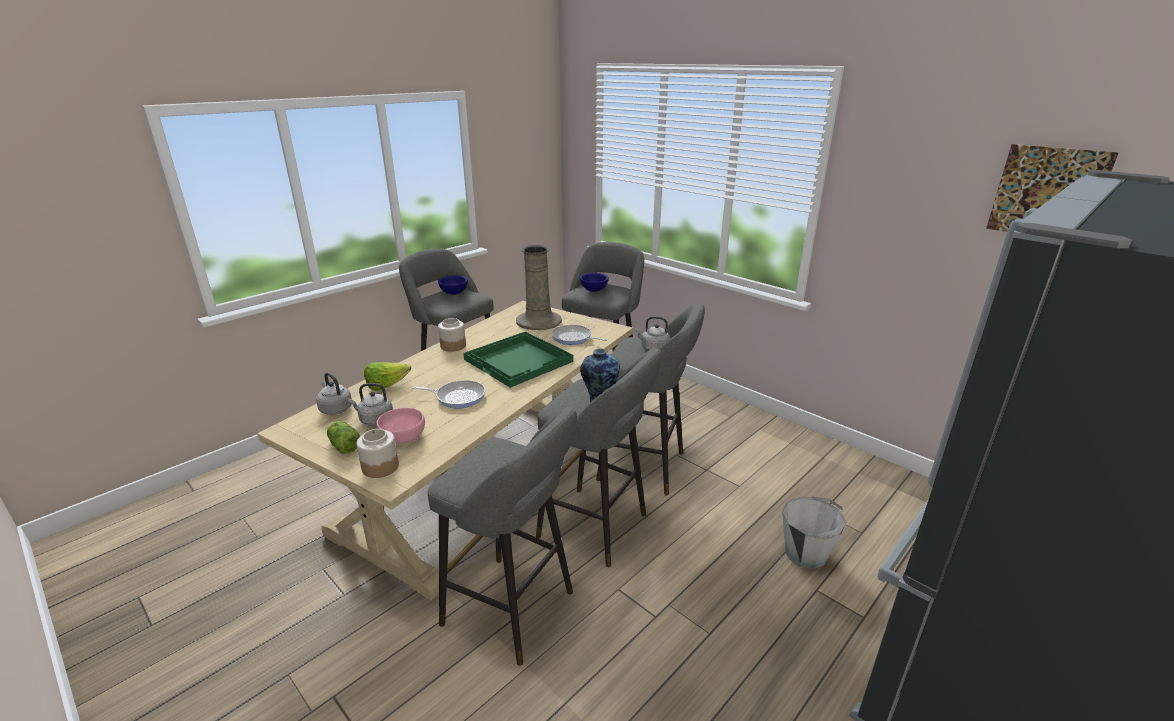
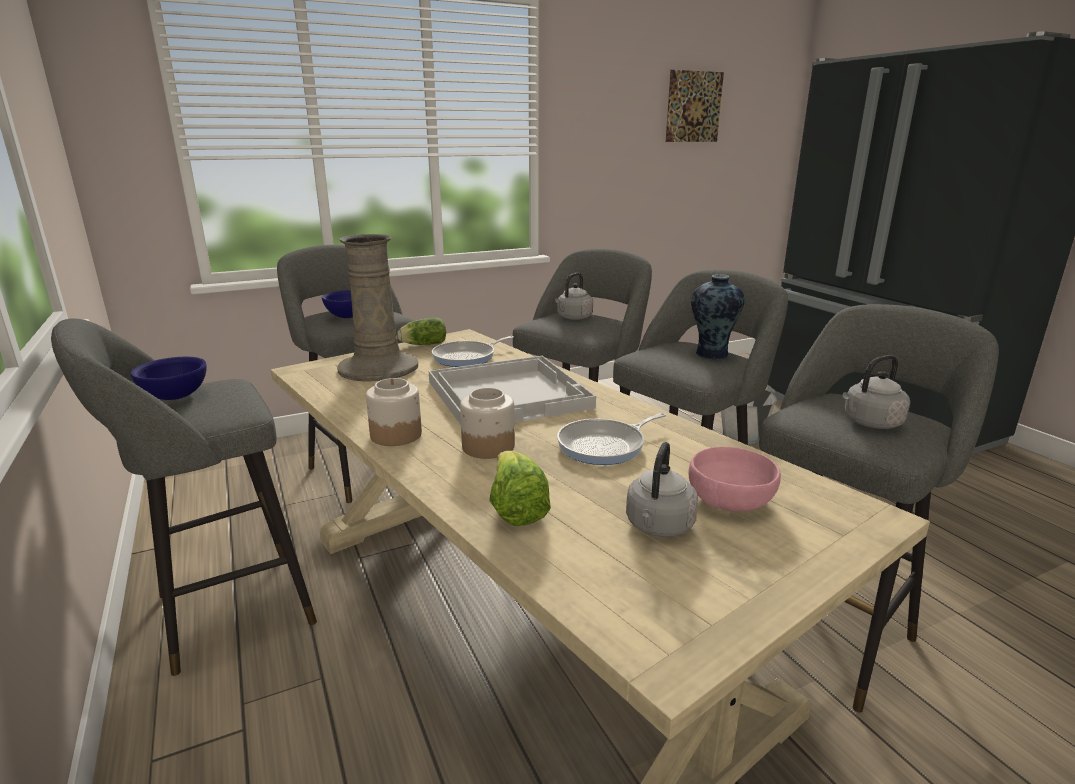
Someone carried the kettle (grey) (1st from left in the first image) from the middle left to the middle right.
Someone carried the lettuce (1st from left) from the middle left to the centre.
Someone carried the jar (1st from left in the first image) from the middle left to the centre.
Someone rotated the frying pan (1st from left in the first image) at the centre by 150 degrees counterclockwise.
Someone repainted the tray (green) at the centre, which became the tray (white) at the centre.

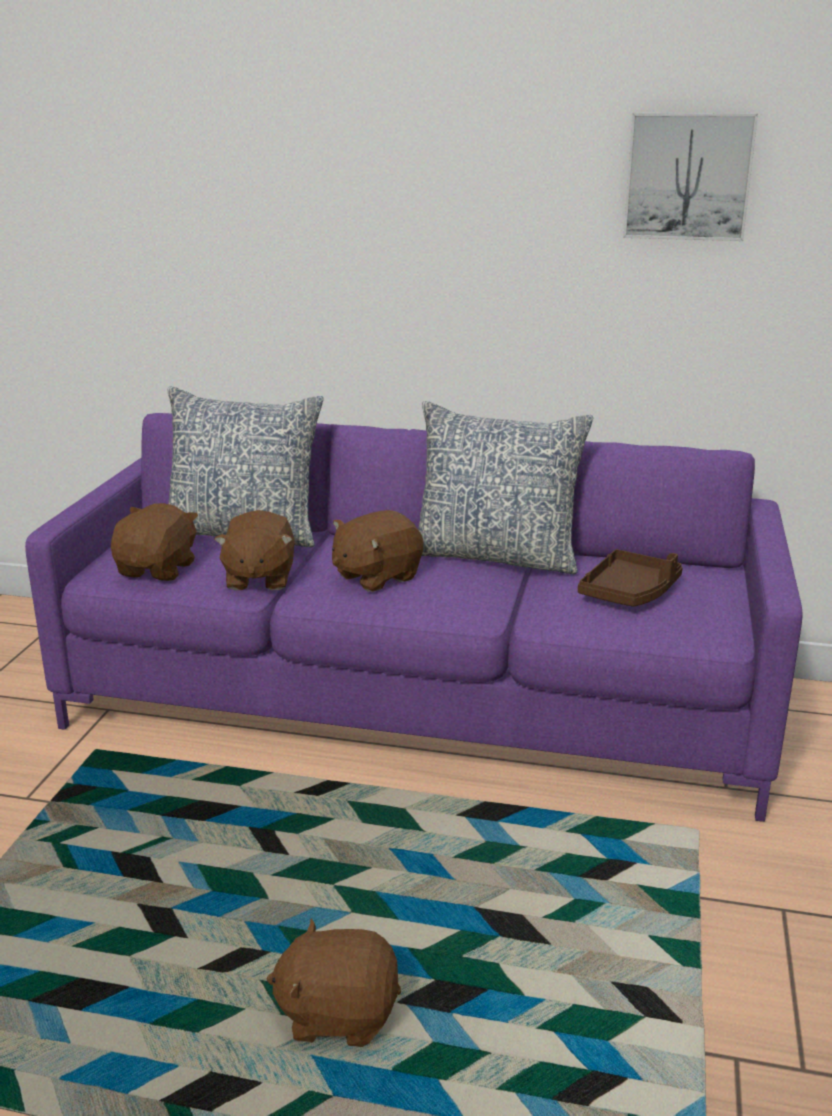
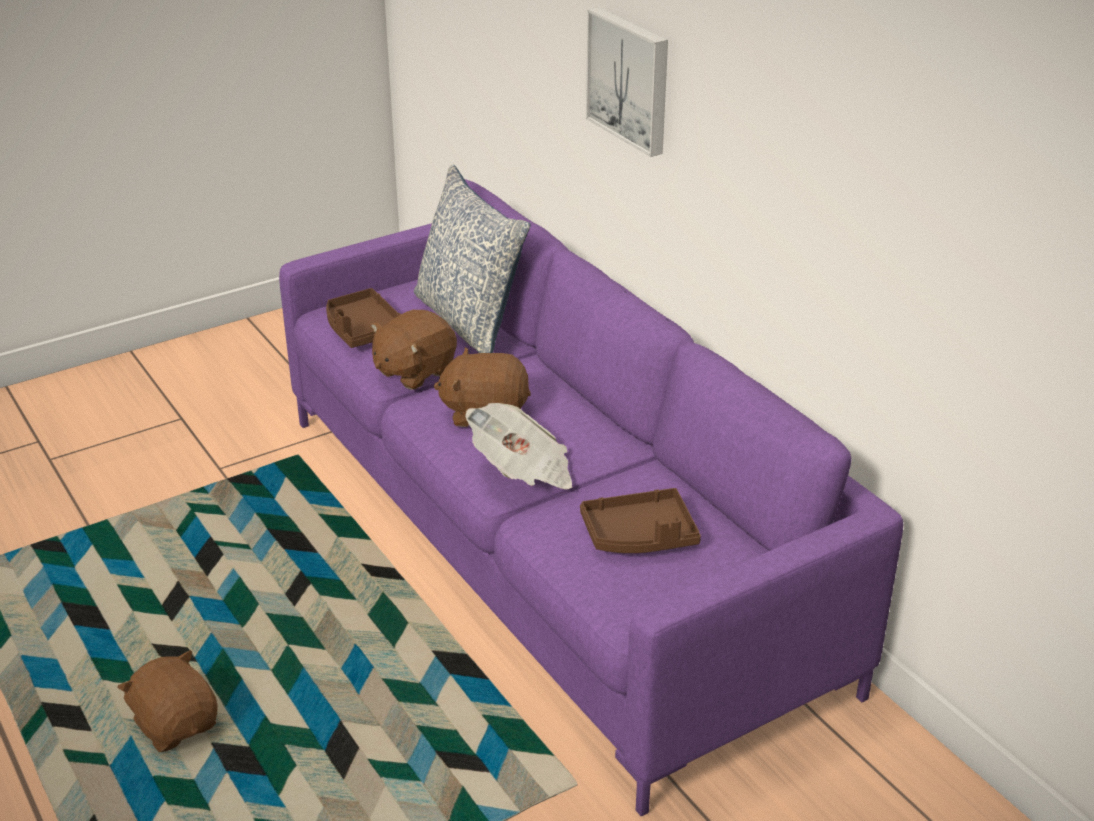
Someone swapped the plush toy (brown) (1st from left) at the middle left for the tray (brown) (1st from left) at the middle left.
Someone took away the pillow (2nd from left) at the centre.
Someone carried the picture from the top right to the top centre.
Someone put down the newspaper at the centre.

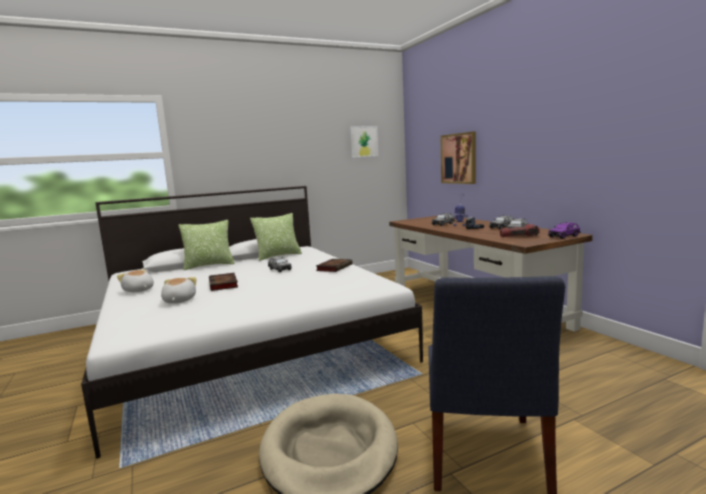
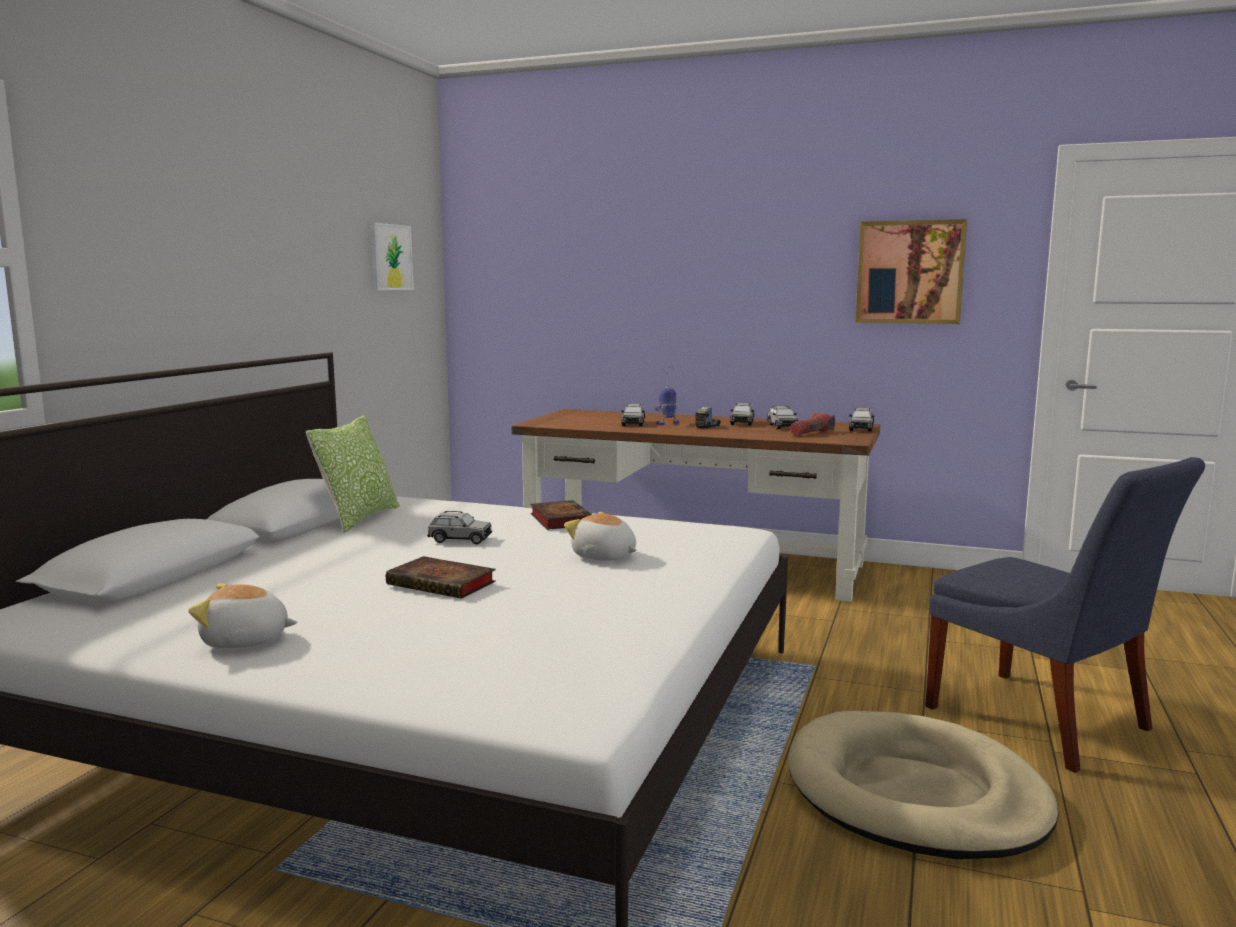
Someone carried the plush toy (2nd from left) from the middle left to the centre.
Someone took away the pillow (1st from left) at the middle left.
Someone carried the picture (2nd from left) from the top centre to the top right.
Someone repainted the toy car (purple) at the middle right, which became the toy car (grey) (5th from left) at the middle right.

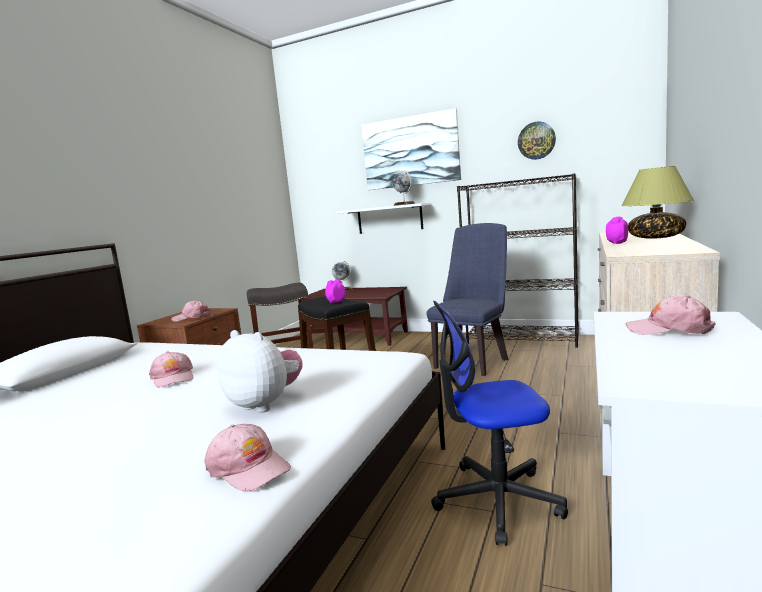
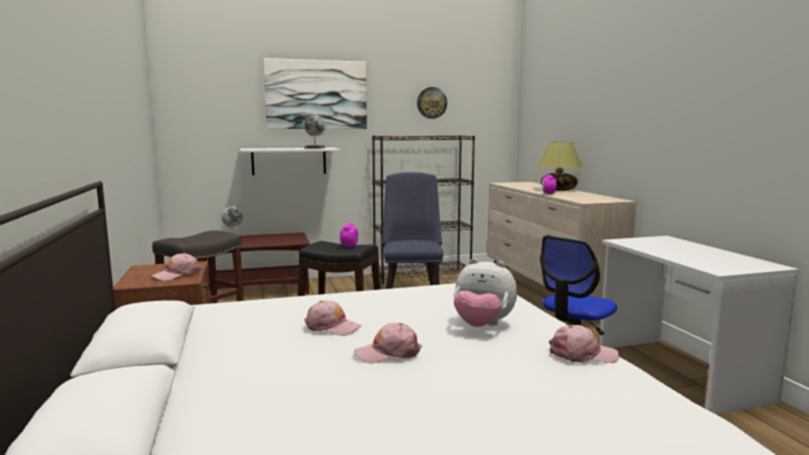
Someone rotated the plush toy at the centre by 150 degrees counterclockwise.
Someone carried the cap (pink) (4th from left in the first image) from the middle right to the bottom centre.

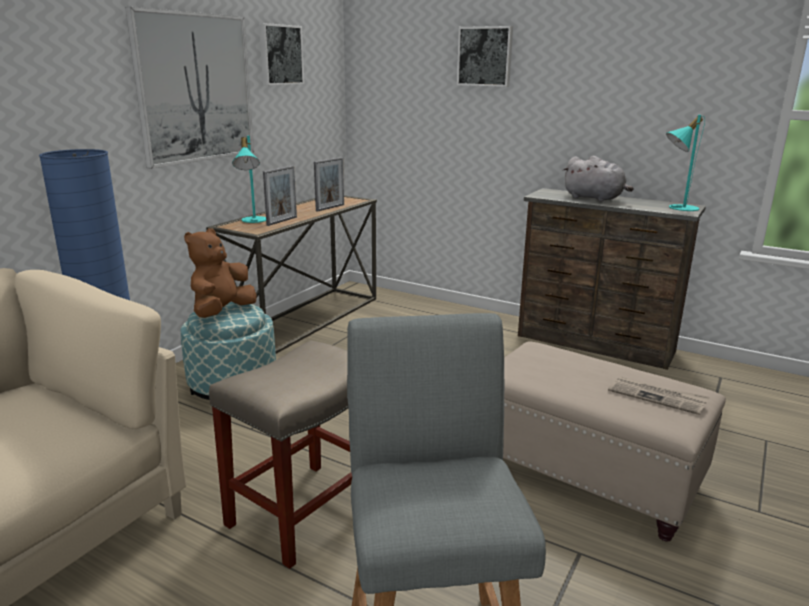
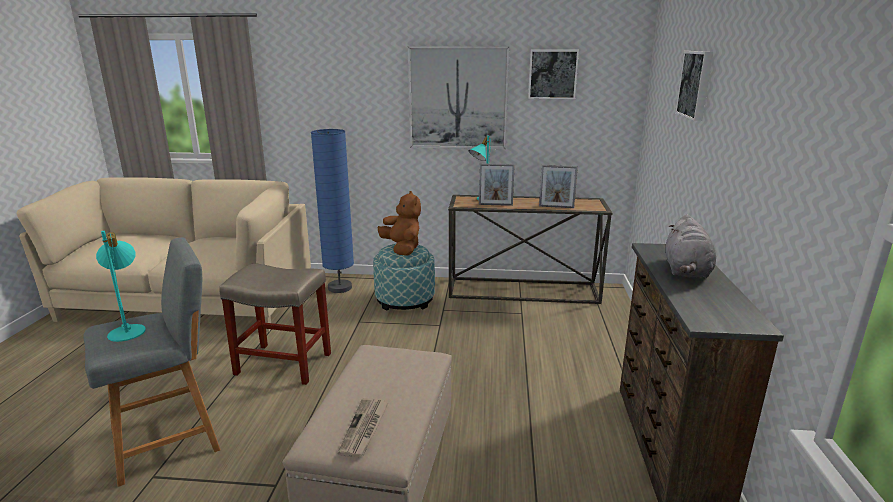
Someone rotated the plush toy (brown) at the middle left by 60 degrees clockwise.
Someone carried the table lamp (turquoise) (2nd from left in the first image) from the top right to the middle left.

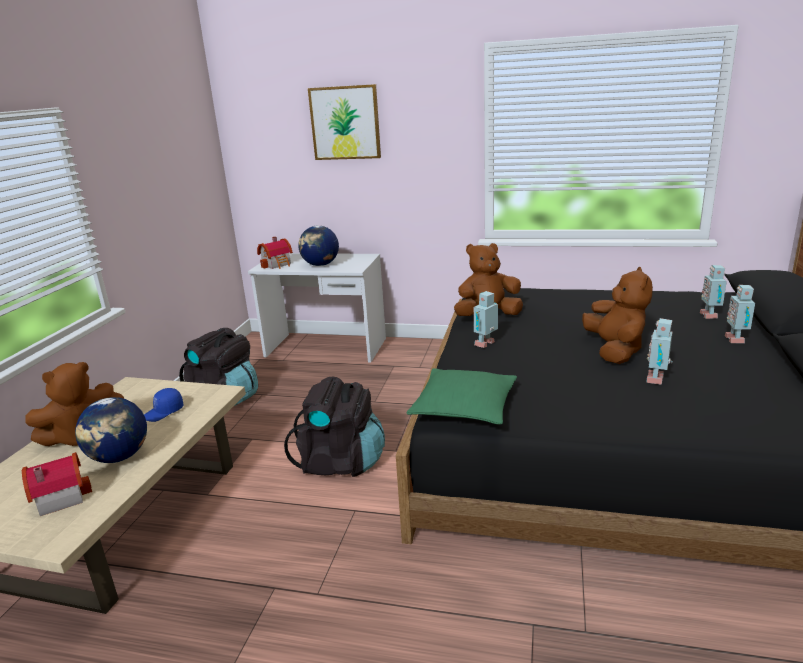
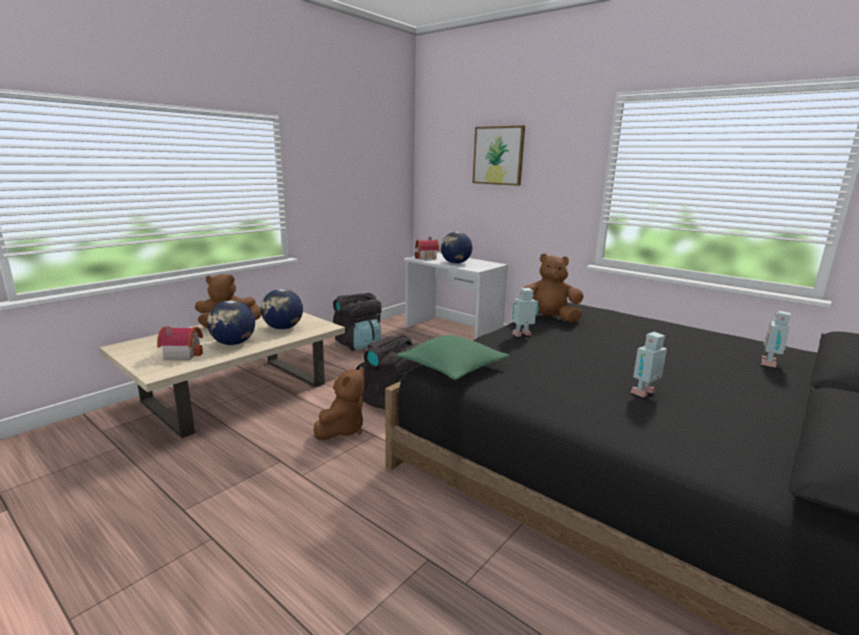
Someone swapped the cap (blue) at the middle left for the globe (2nd from left) at the middle left.
Someone carried the plush toy (brown) (3rd from left in the first image) from the middle right to the centre.
Someone took away the toy robot (4th from left) at the middle right.

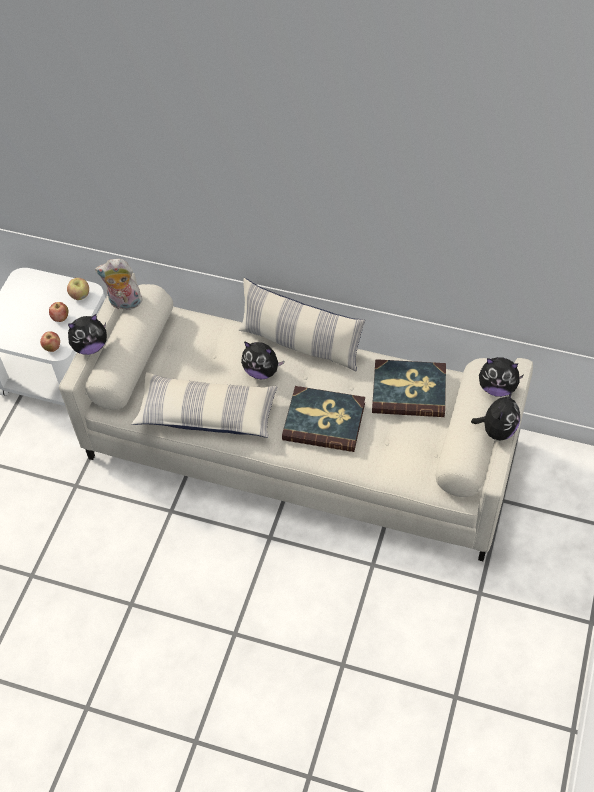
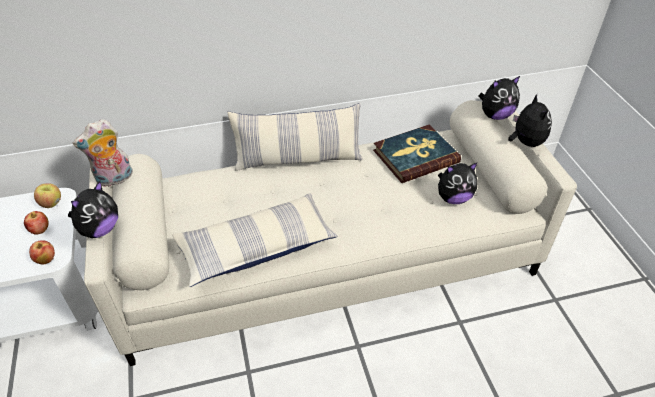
Someone carried the plush toy (3rd from left) from the centre to the middle right.
Someone took away the book (1st from left) at the centre.

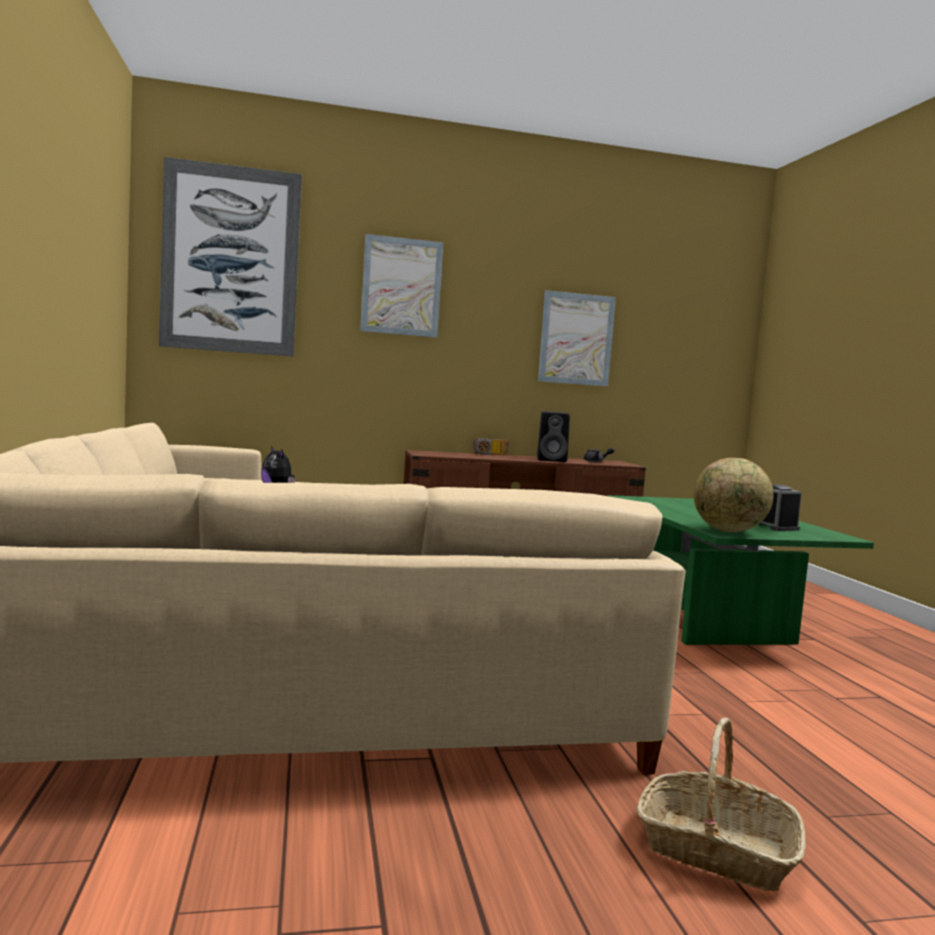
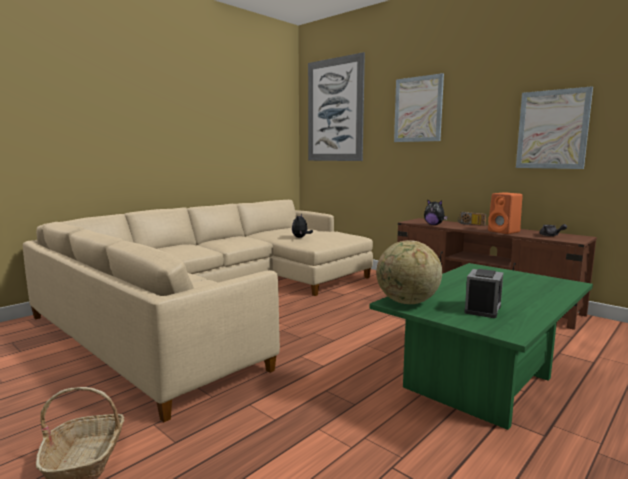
Someone repainted the speaker (black) at the centre, which became the speaker (orange) at the middle right.
Someone put down the plush toy (2nd from left) at the middle right.

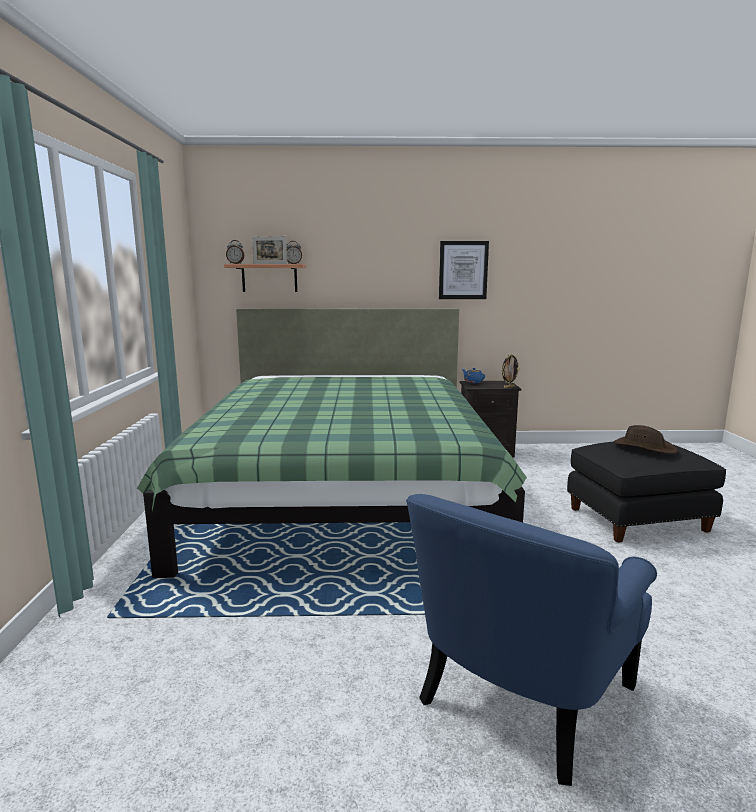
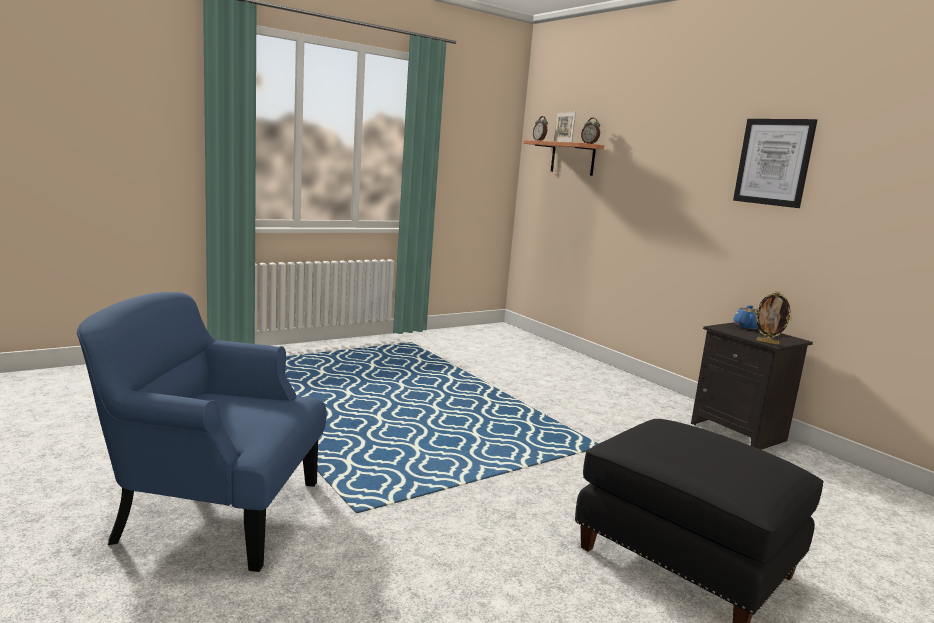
Someone took away the bed (green) at the centre.
Someone took away the hat (brown) at the middle right.

